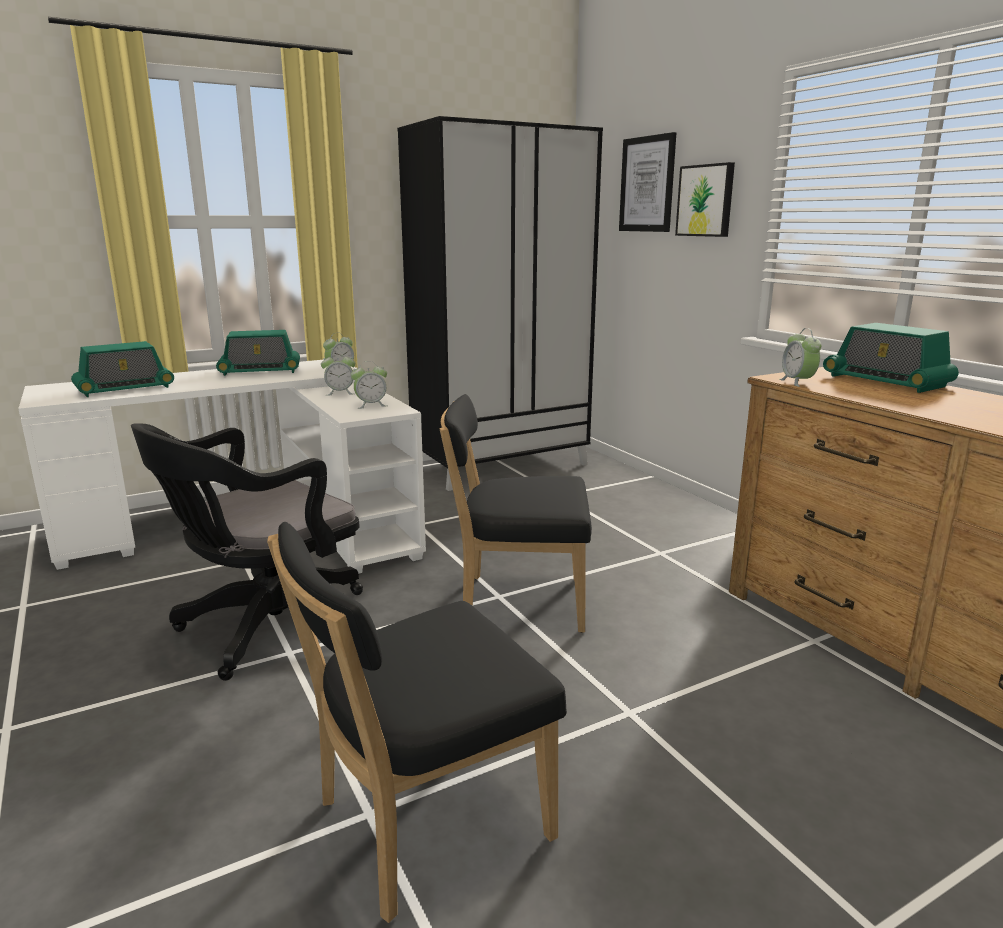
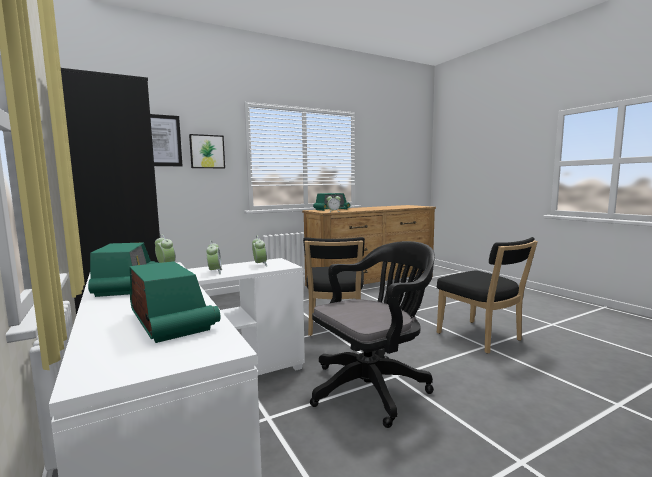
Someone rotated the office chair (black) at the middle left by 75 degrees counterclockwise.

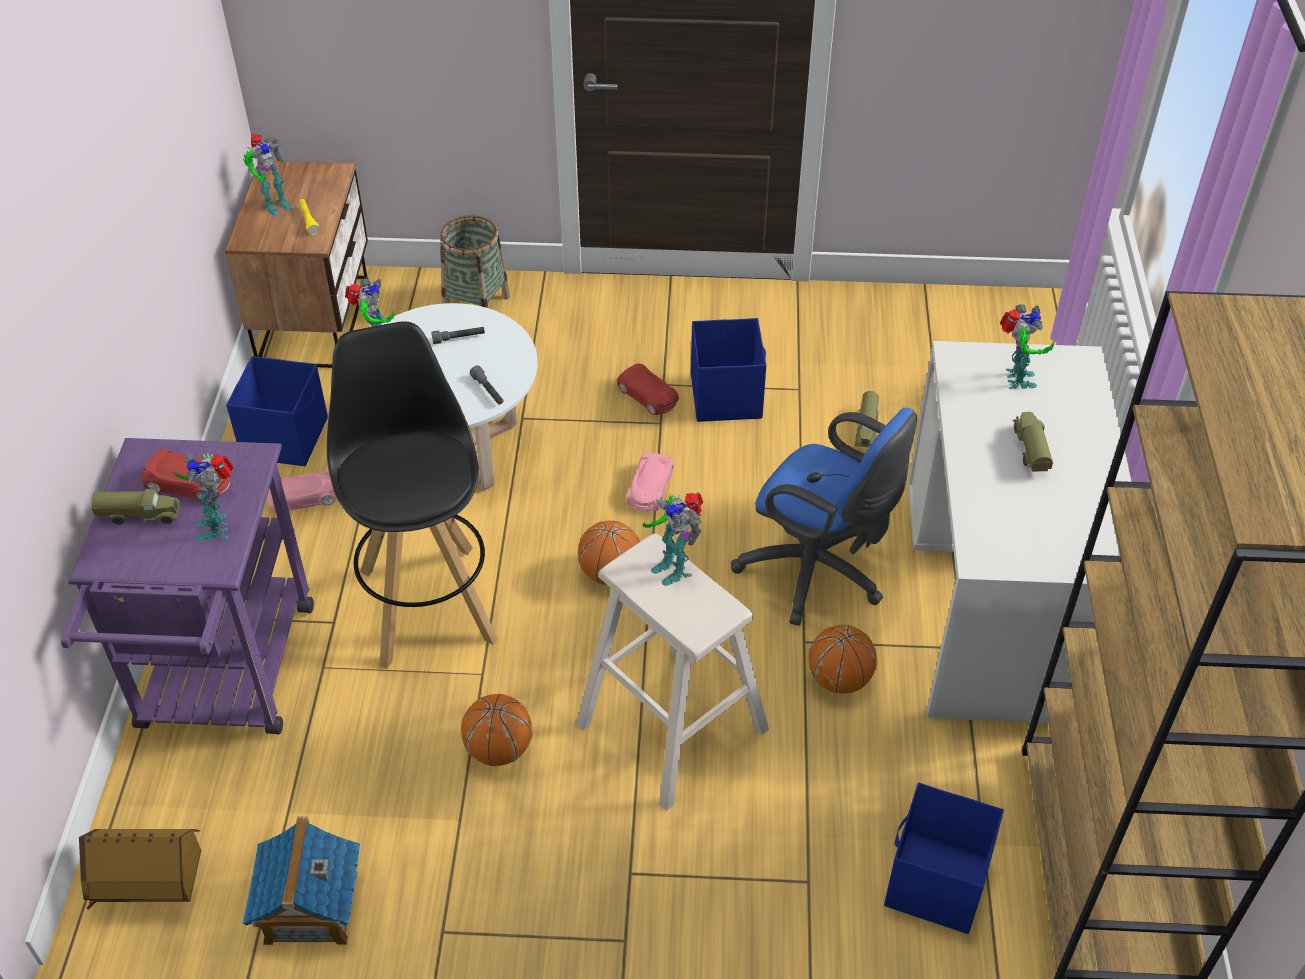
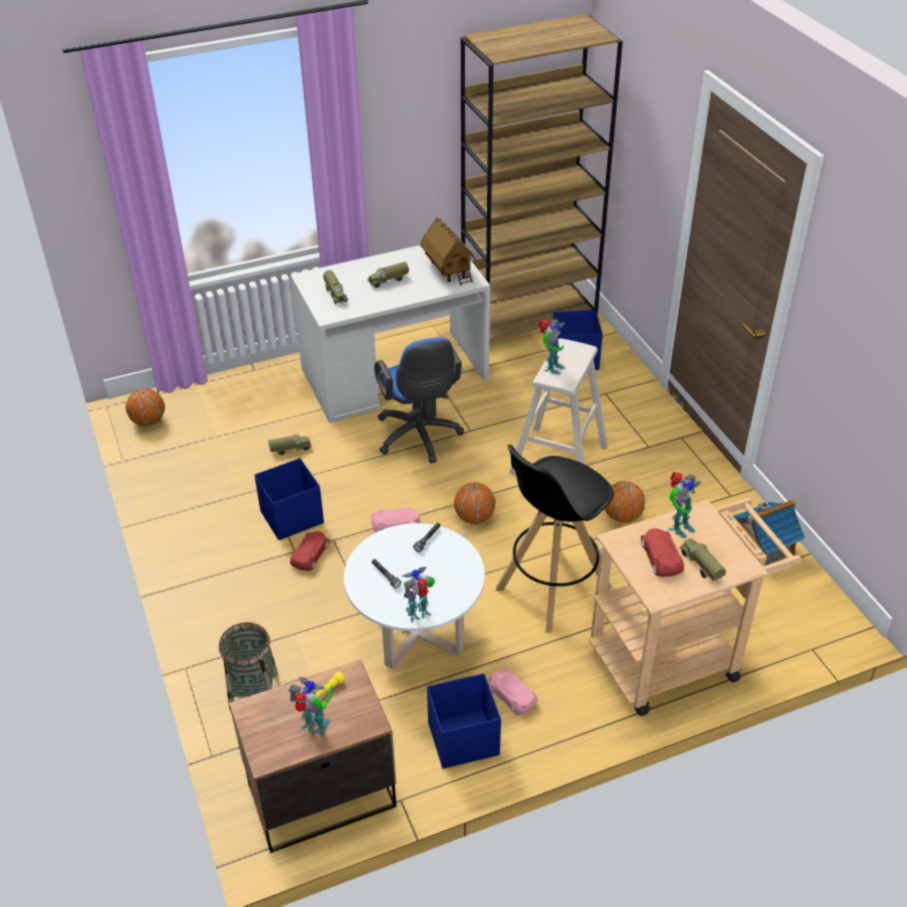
Someone repainted the cart (purple) at the middle left, which became the cart (beige) at the bottom right.
Someone carried the toy house (1st from left) from the bottom left to the top centre.
Someone rotated the office chair (blue) at the centre by 150 degrees clockwise.
Someone carried the basketball (3rd from left in the first image) from the bottom centre to the middle left.
Someone swapped the toy robot (5th from left) at the middle right for the toy truck (2nd from left) at the top centre.

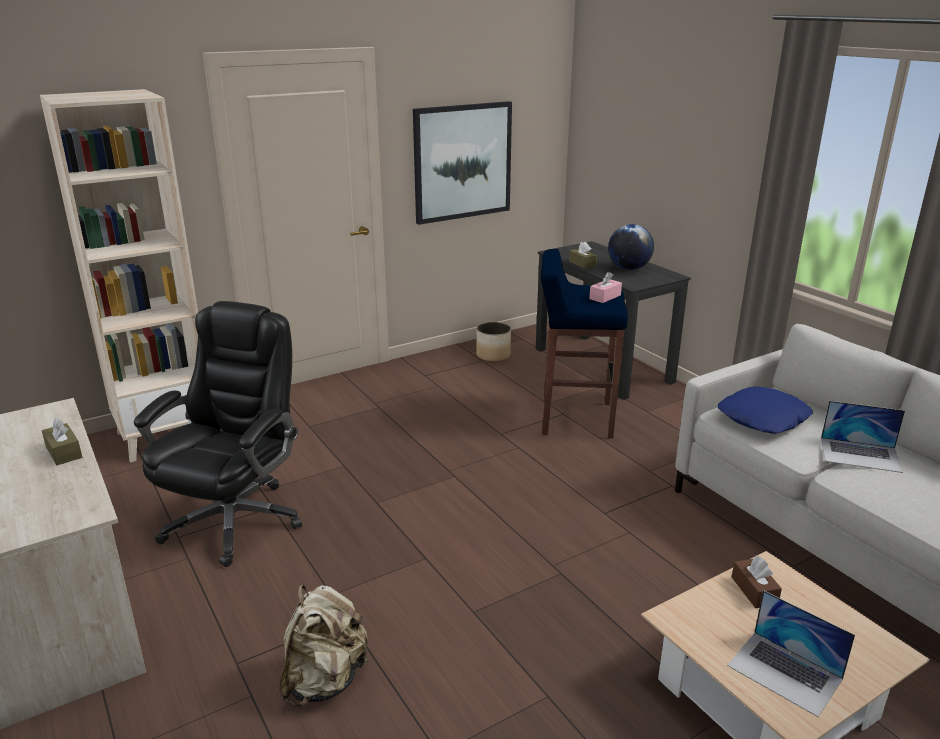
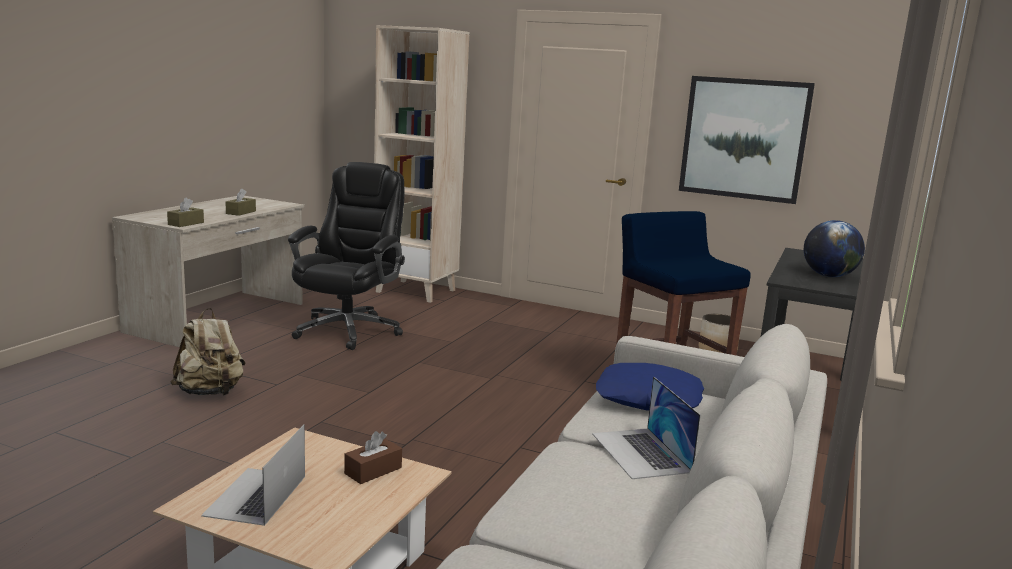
Someone rotated the office chair (black) at the middle left by 60 degrees counterclockwise.
Someone carried the tissue box (brown) (2nd from left in the first image) from the centre to the middle left.
Someone took away the tissue box (pink) at the centre.

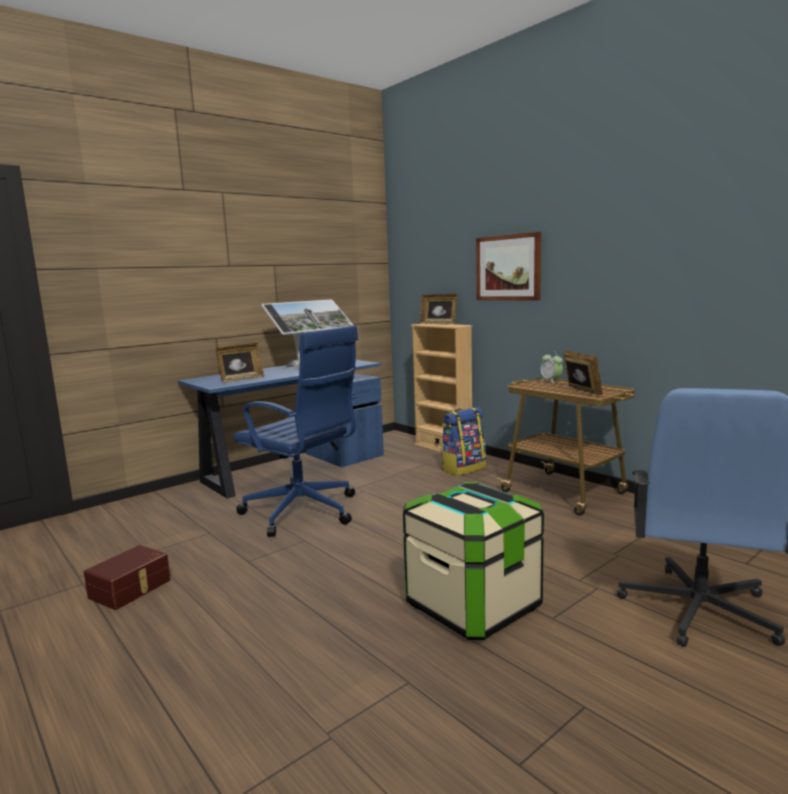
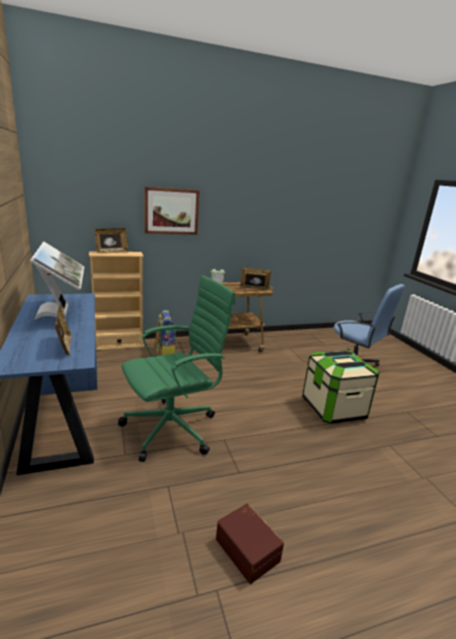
Someone repainted the office chair (blue) (1st from left) at the centre, which became the office chair (green) at the centre.

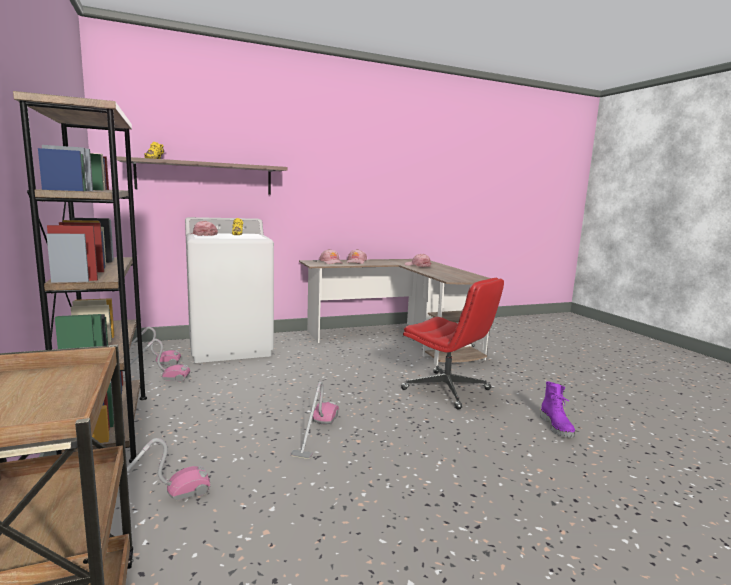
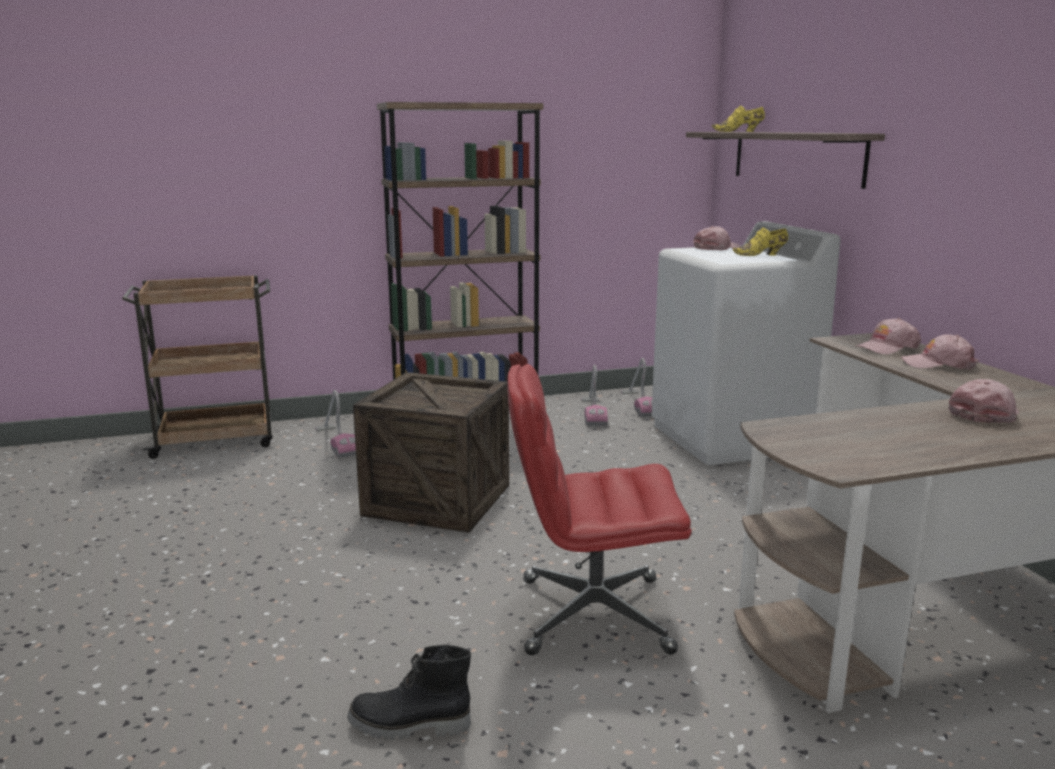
Someone swapped the vacuum cleaner (4th from left) at the bottom centre for the crate at the centre.
Someone rotated the office chair (red) at the centre by 45 degrees clockwise.
Someone repainted the boot (purple) at the bottom right, which became the boot (black) at the bottom centre.

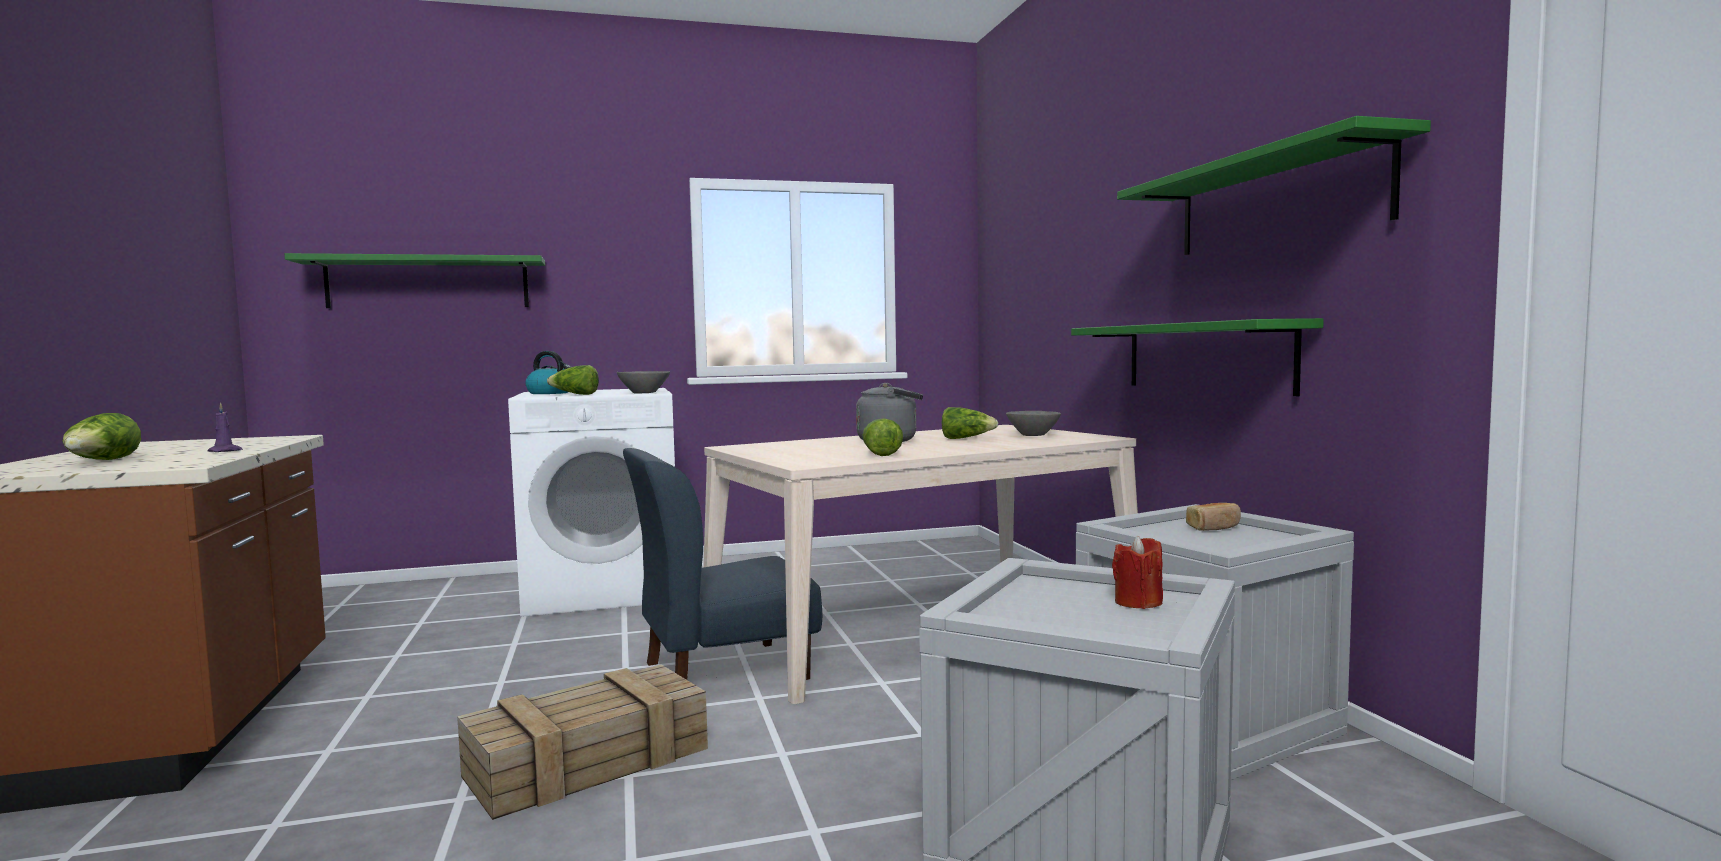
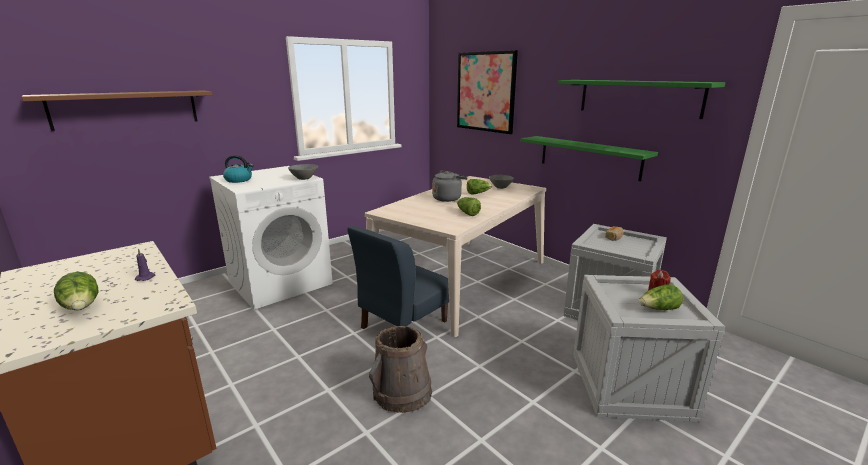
Someone repainted the shelf (green) (1st from left) at the top left, which became the shelf (brown) at the top left.
Someone swapped the crate (1st from left) at the bottom centre for the bucket (brown) at the bottom centre.
Someone carried the lettuce (2nd from left in the first image) from the middle left to the middle right.
Someone put up the picture at the top centre.

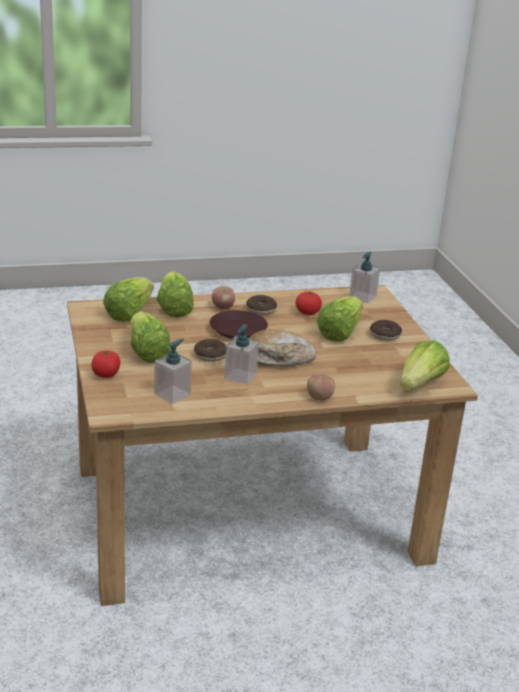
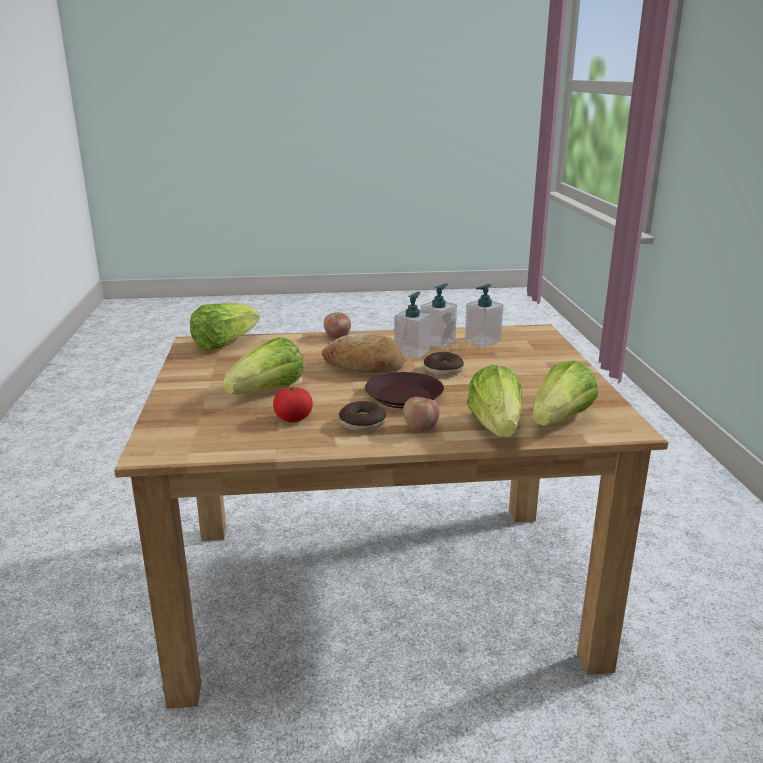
Someone took away the tomato (1st from left) at the middle left.
Someone took away the lettuce (2nd from left) at the middle left.
Someone carried the soap dispenser (3rd from left in the first image) from the middle right to the centre.
Someone took away the donut (3rd from left) at the middle right.

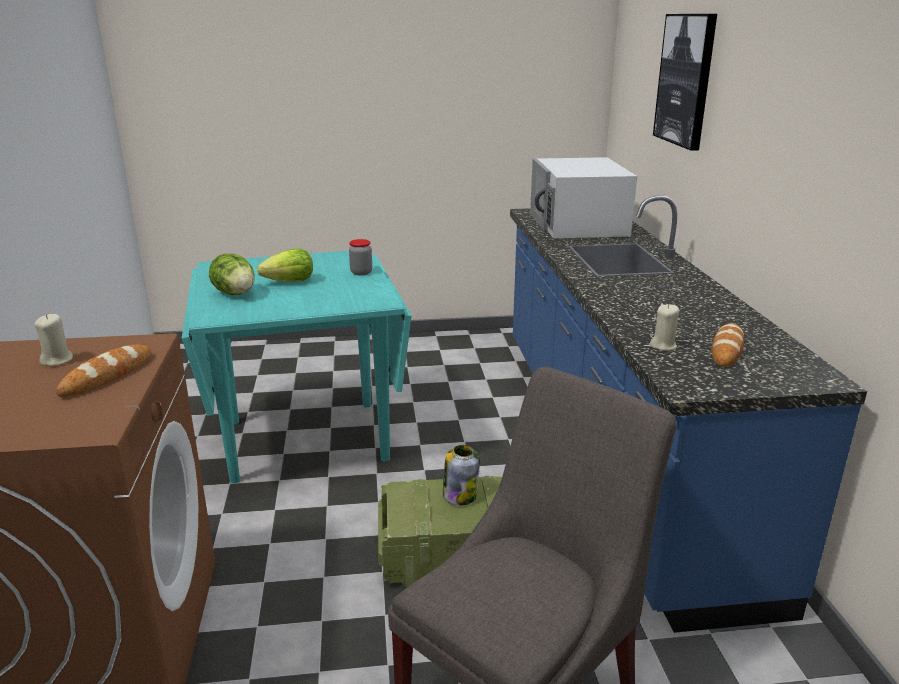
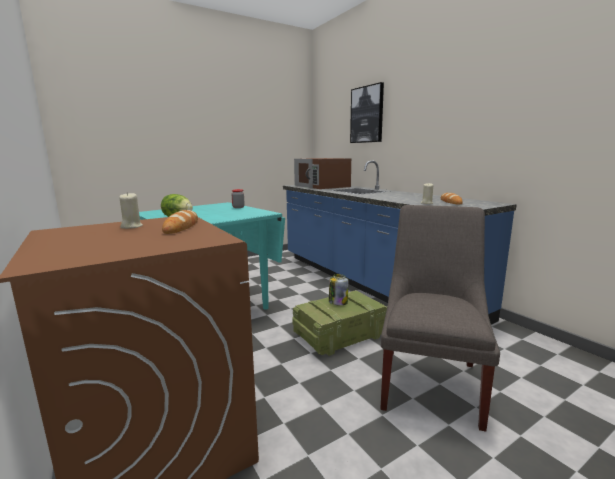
Someone took away the lettuce (2nd from left) at the middle left.
Someone repainted the microwave (white) at the top centre, which became the microwave (brown) at the centre.

